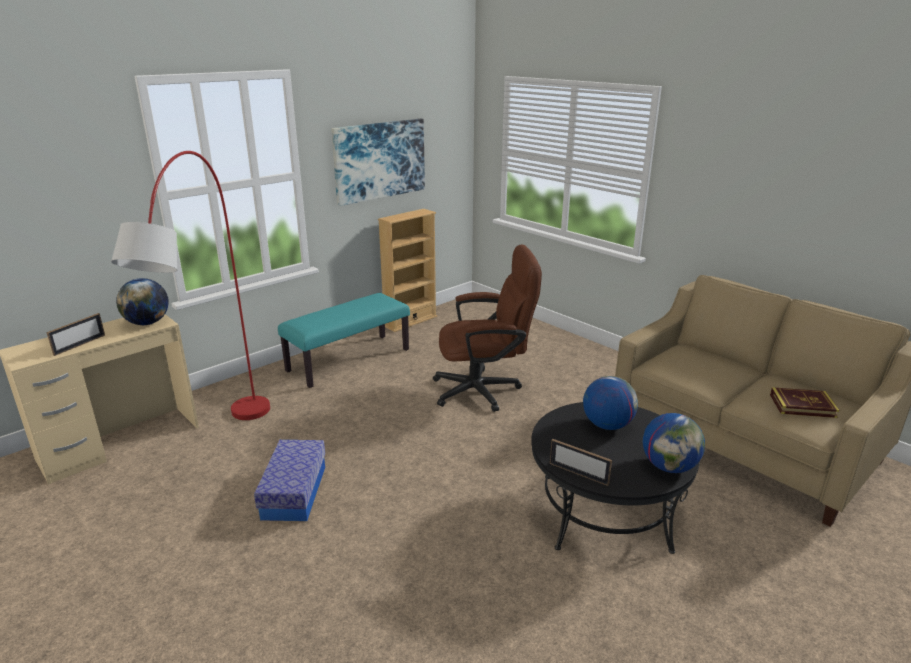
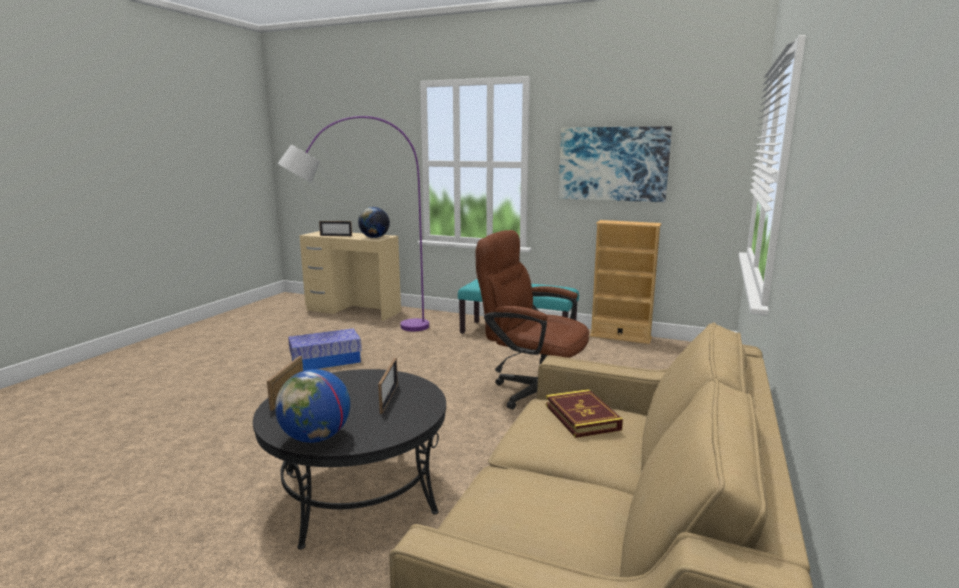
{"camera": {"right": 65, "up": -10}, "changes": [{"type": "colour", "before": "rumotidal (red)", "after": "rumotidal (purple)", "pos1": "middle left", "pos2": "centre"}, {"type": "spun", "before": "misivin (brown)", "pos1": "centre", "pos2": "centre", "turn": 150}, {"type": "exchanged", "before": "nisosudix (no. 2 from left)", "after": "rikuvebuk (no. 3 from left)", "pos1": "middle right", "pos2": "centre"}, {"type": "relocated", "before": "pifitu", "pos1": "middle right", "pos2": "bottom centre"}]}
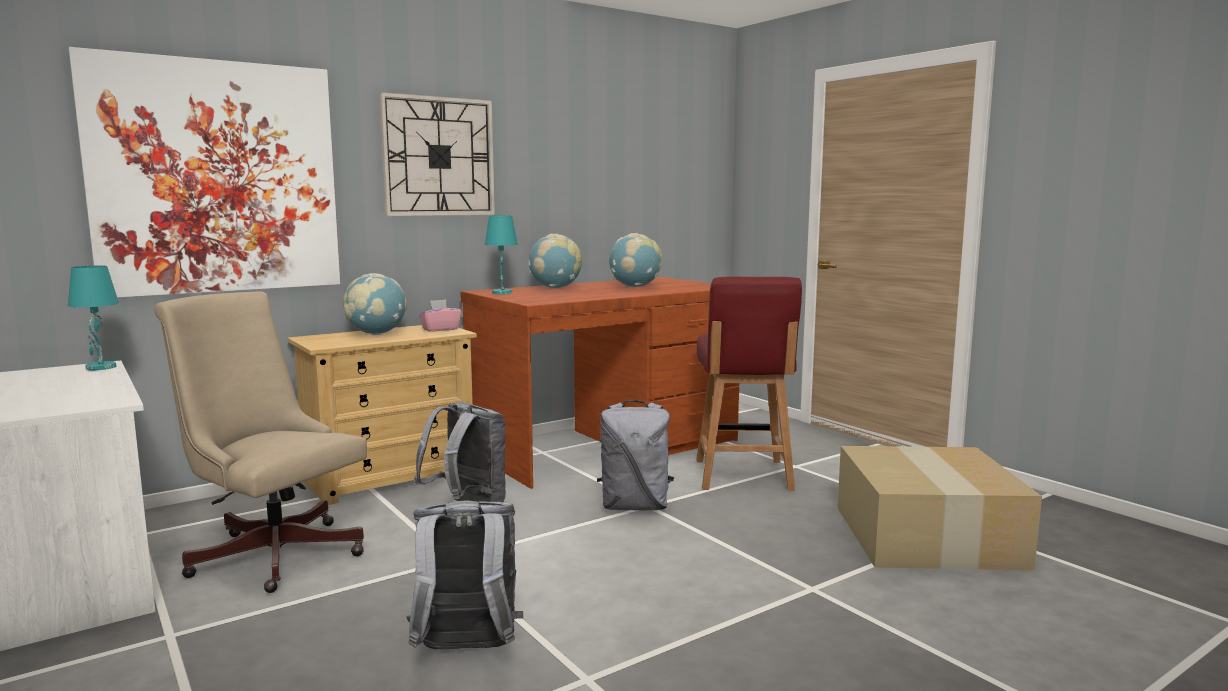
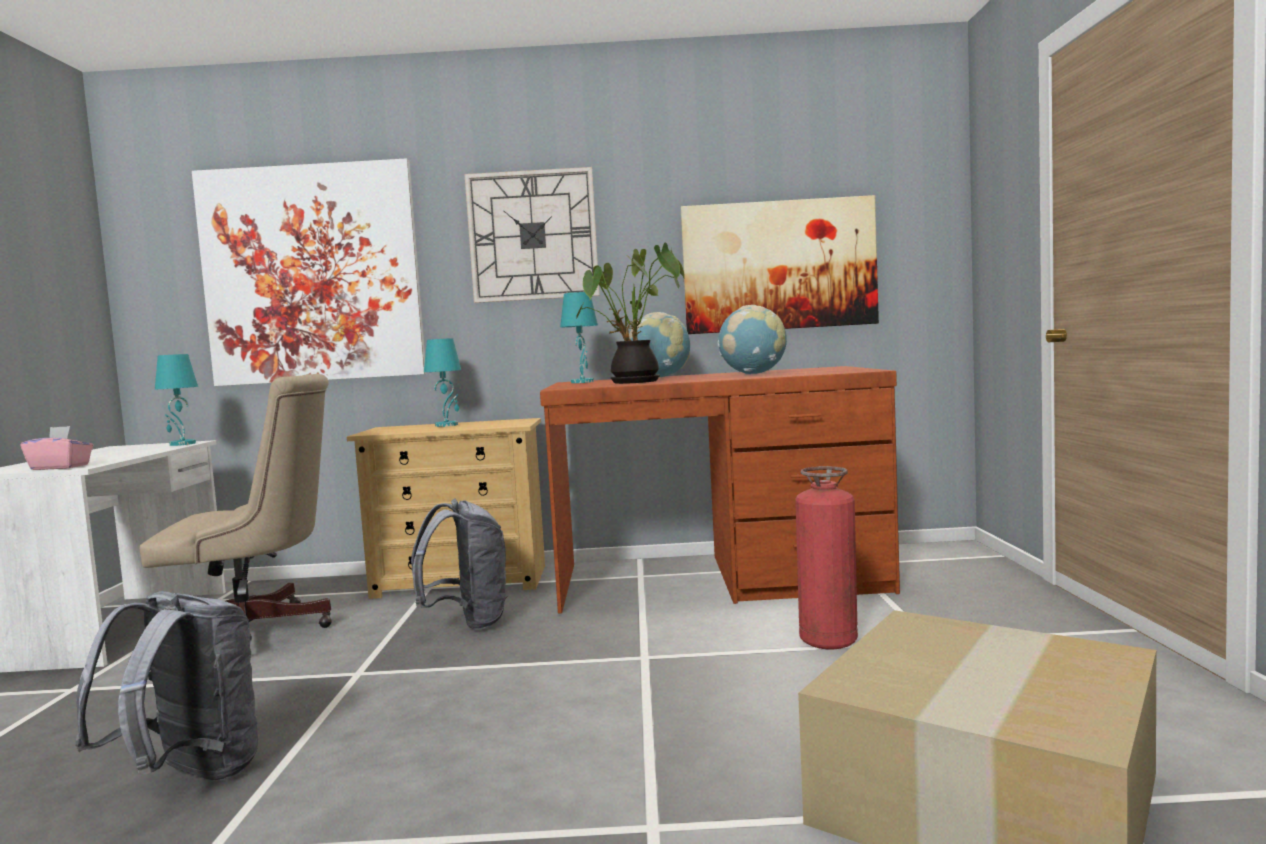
{"camera": {"right": 35, "up": -5}, "changes": [{"type": "exchanged", "before": "nisosudix (no. 1 from left)", "after": "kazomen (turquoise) (no. 2 from left)", "pos1": "middle left", "pos2": "centre"}, {"type": "exchanged", "before": "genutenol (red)", "after": "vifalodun", "pos1": "centre", "pos2": "centre"}, {"type": "spun", "before": "misivin (beige)", "pos1": "middle left", "pos2": "middle left", "turn": 105}, {"type": "relocated", "before": "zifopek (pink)", "pos1": "centre", "pos2": "middle left"}, {"type": "missing", "before": "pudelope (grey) (no. 3 from left)", "pos1": "centre"}, {"type": "appeared", "after": "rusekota (no. 2 from left)", "pos2": "top centre"}, {"type": "appeared", "after": "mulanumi", "pos2": "centre"}]}
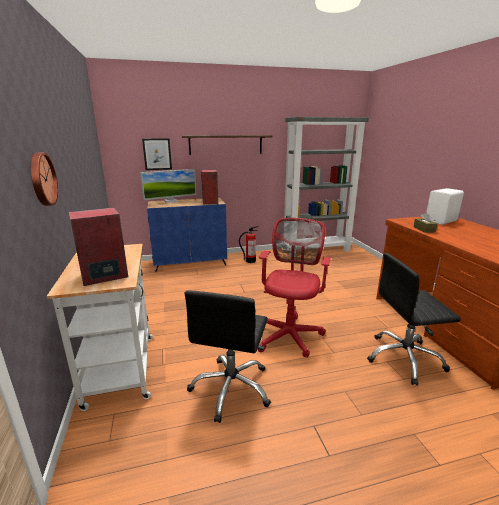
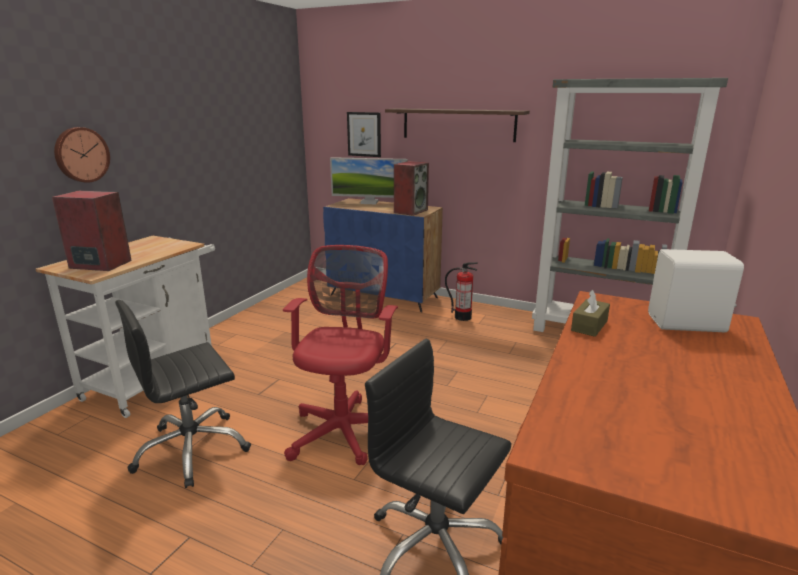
{"camera": {"right": 40, "up": 0}, "changes": [{"type": "spun", "before": "misivin (red)", "pos1": "centre", "pos2": "centre", "turn": -45}]}
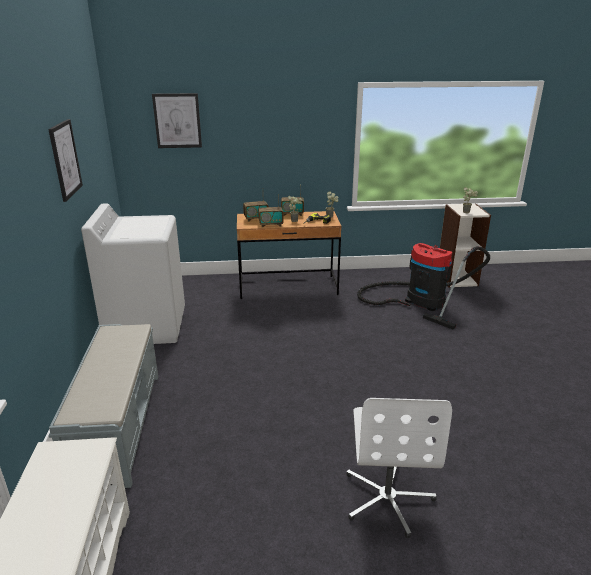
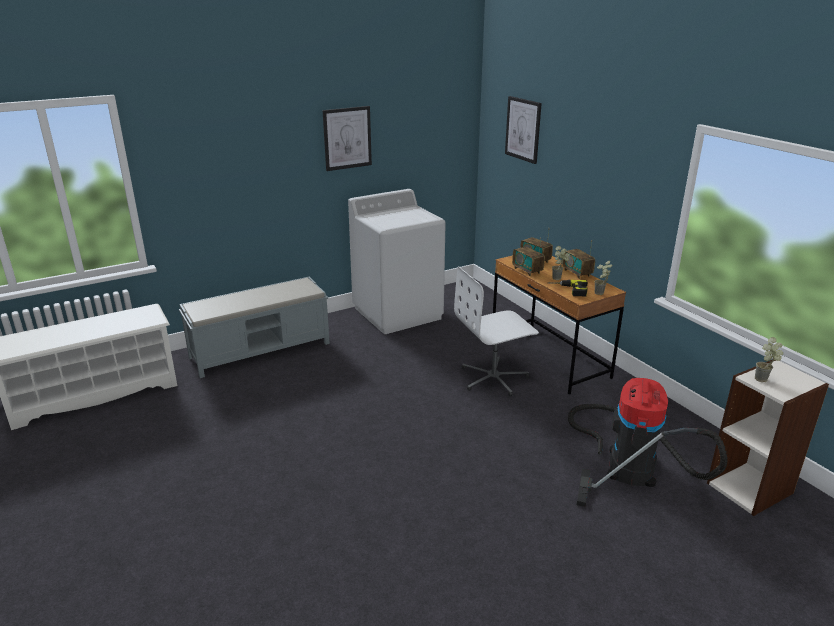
{"camera": {"right": 65, "up": 0}, "changes": [{"type": "relocated", "before": "misivin (white)", "pos1": "bottom right", "pos2": "centre"}]}
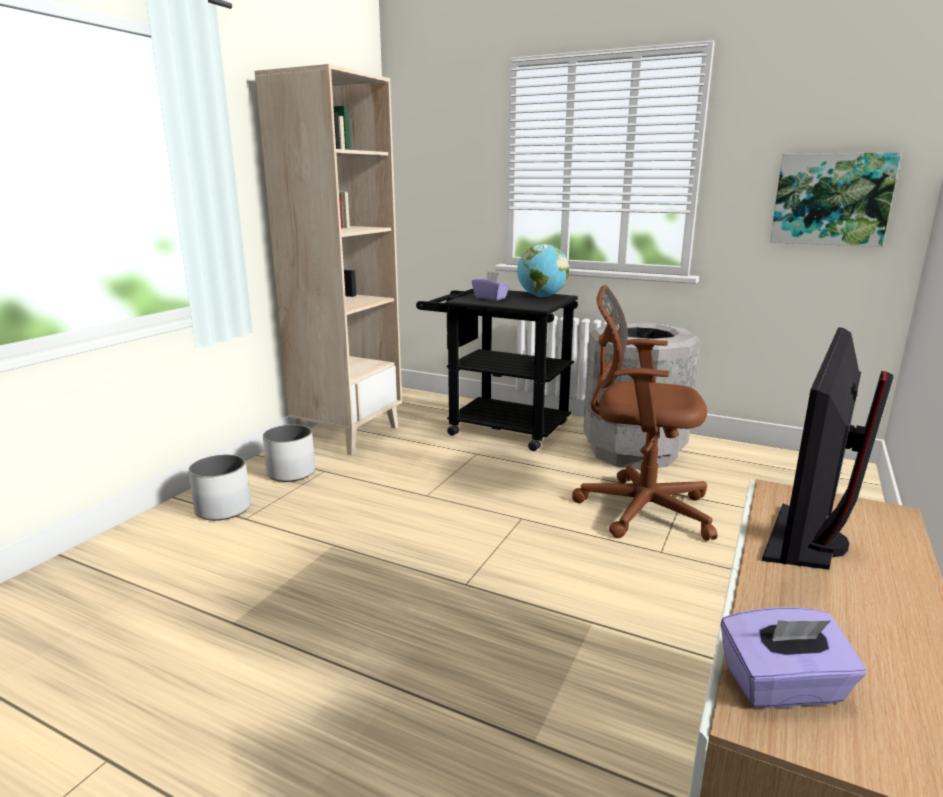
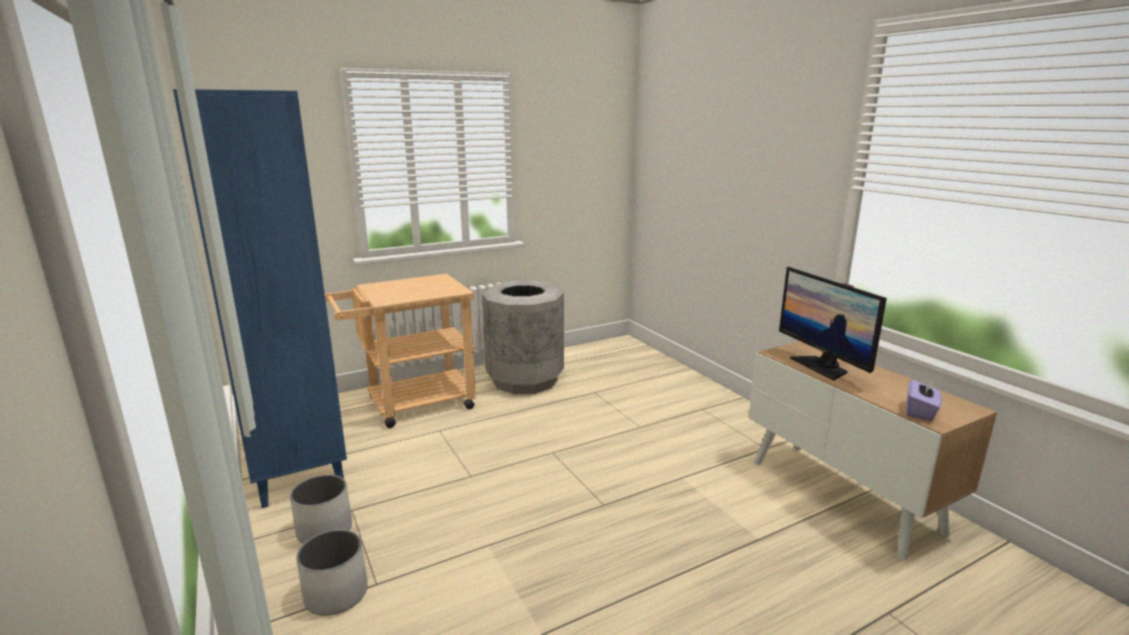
{"camera": {"right": -55, "up": 0}, "changes": [{"type": "colour", "before": "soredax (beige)", "after": "soredax (blue)", "pos1": "top centre", "pos2": "middle left"}, {"type": "missing", "before": "rusekota", "pos1": "top right"}, {"type": "missing", "before": "nisosudix", "pos1": "centre"}, {"type": "missing", "before": "zifopek (purple) (no. 1 from left)", "pos1": "centre"}, {"type": "missing", "before": "misivin (brown)", "pos1": "middle right"}, {"type": "colour", "before": "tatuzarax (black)", "after": "tatuzarax (beige)", "pos1": "centre", "pos2": "centre"}]}
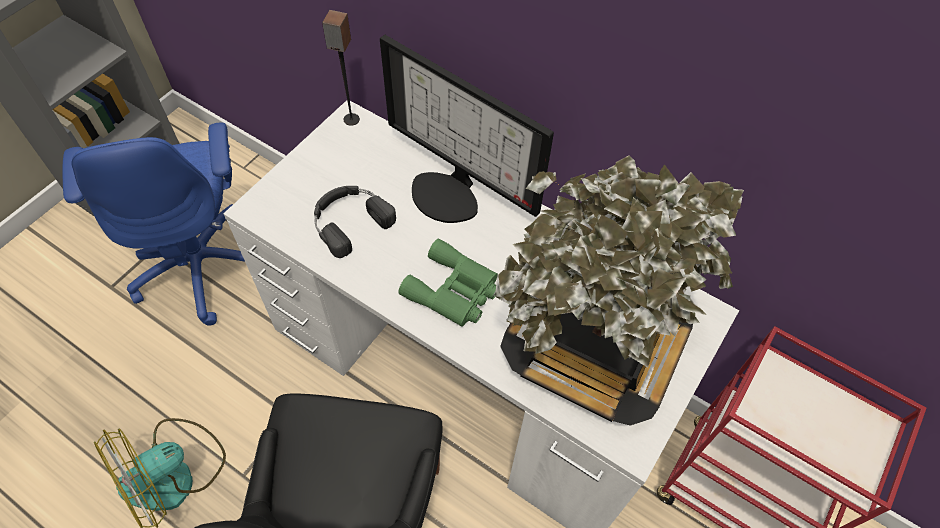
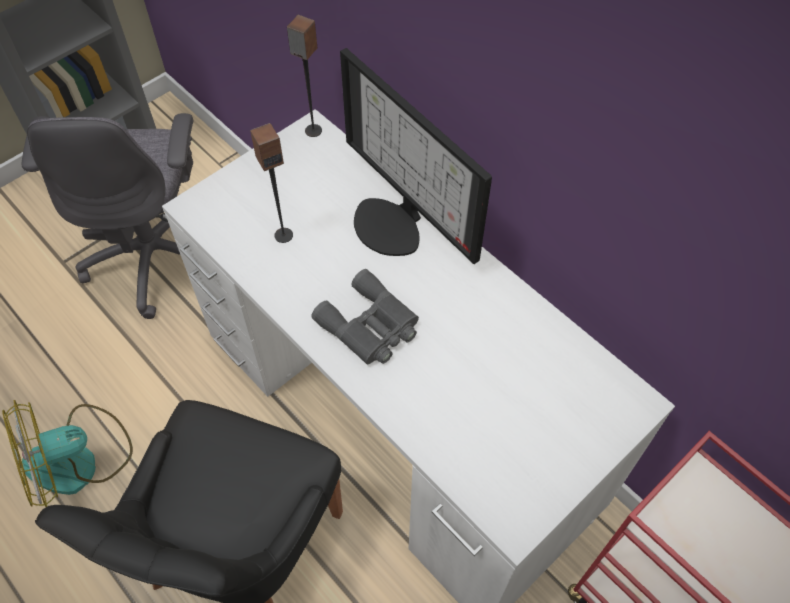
{"camera": {"right": 15, "up": 0}, "changes": [{"type": "colour", "before": "misivin (blue)", "after": "misivin (grey)", "pos1": "middle left", "pos2": "middle left"}, {"type": "missing", "before": "mulanumi", "pos1": "centre"}, {"type": "exchanged", "before": "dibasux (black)", "after": "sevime (no. 1 from left)", "pos1": "centre", "pos2": "top centre"}, {"type": "colour", "before": "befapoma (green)", "after": "befapoma (grey)", "pos1": "centre", "pos2": "centre"}]}
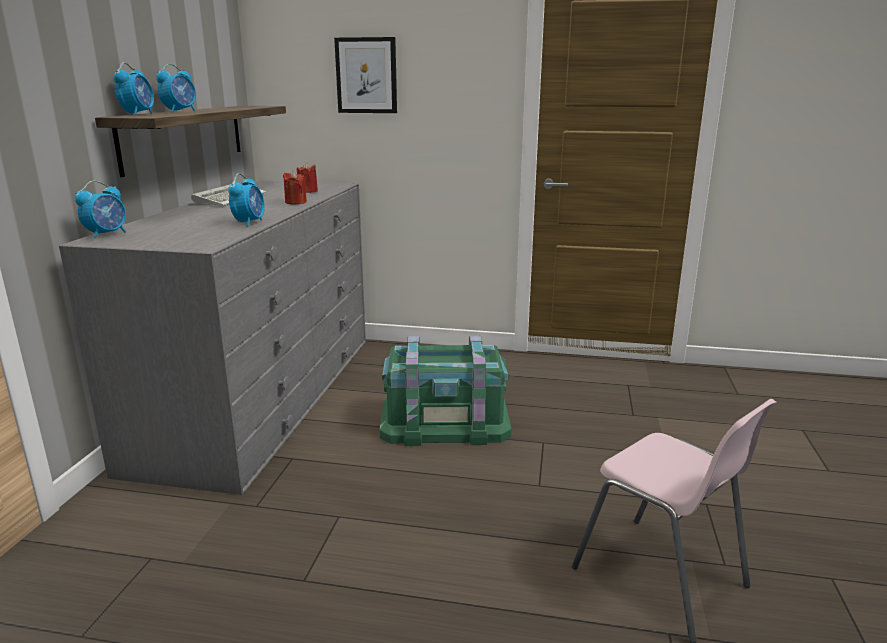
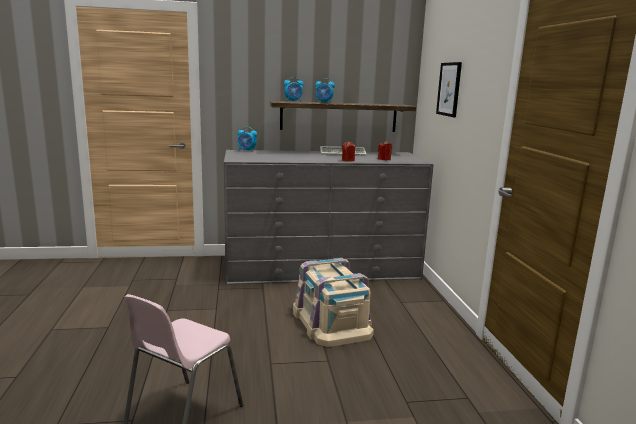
{"camera": {"right": 70, "up": -5}, "changes": [{"type": "missing", "before": "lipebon (no. 4 from left)", "pos1": "top left"}, {"type": "colour", "before": "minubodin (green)", "after": "minubodin (beige)", "pos1": "centre", "pos2": "bottom centre"}]}
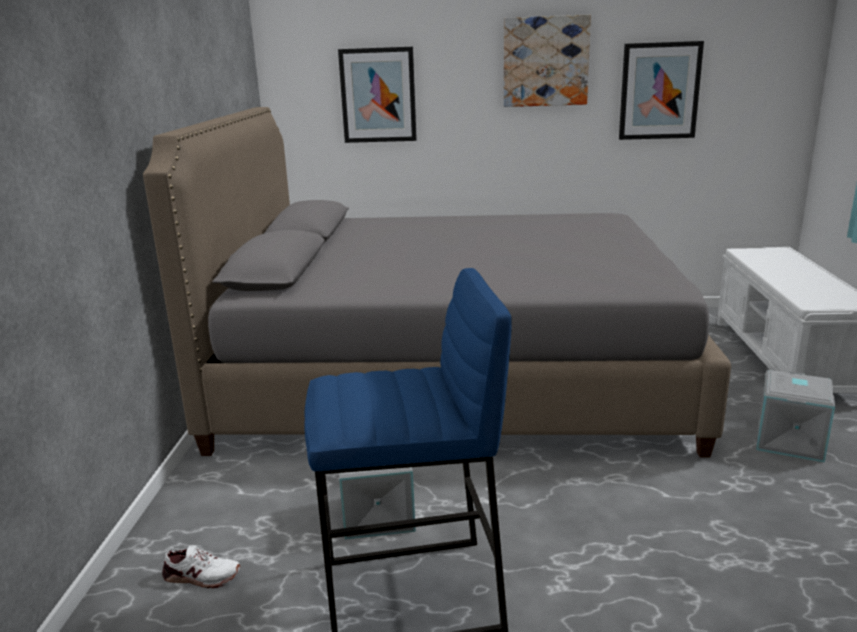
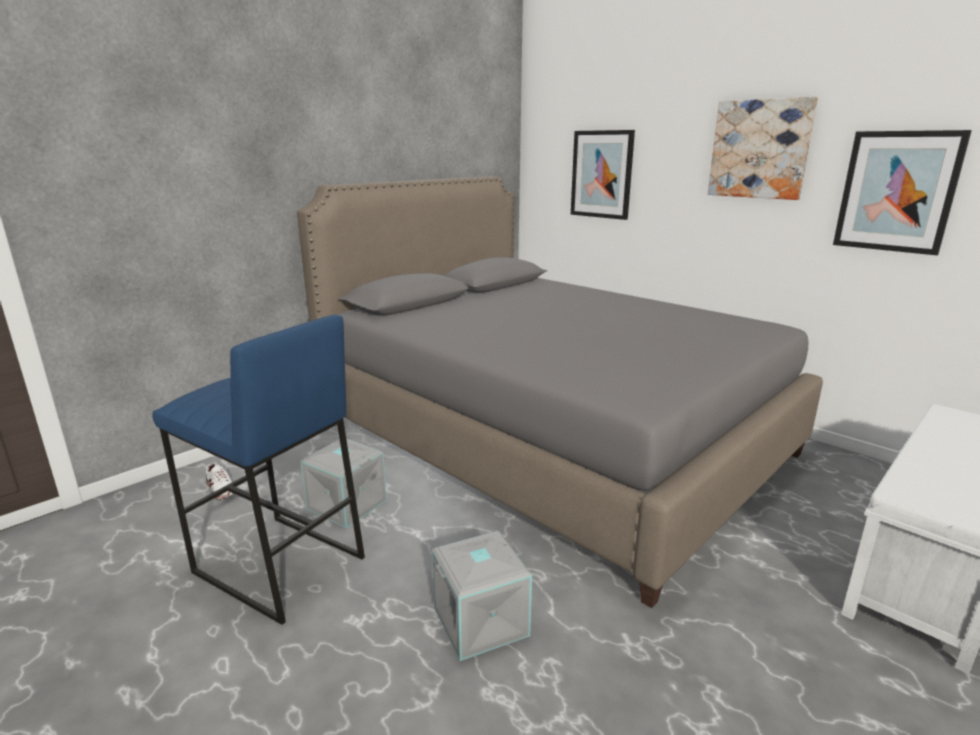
{"camera": {"right": 40, "up": 0}, "changes": [{"type": "relocated", "before": "minubodin (grey) (no. 2 from left)", "pos1": "middle right", "pos2": "bottom centre"}]}
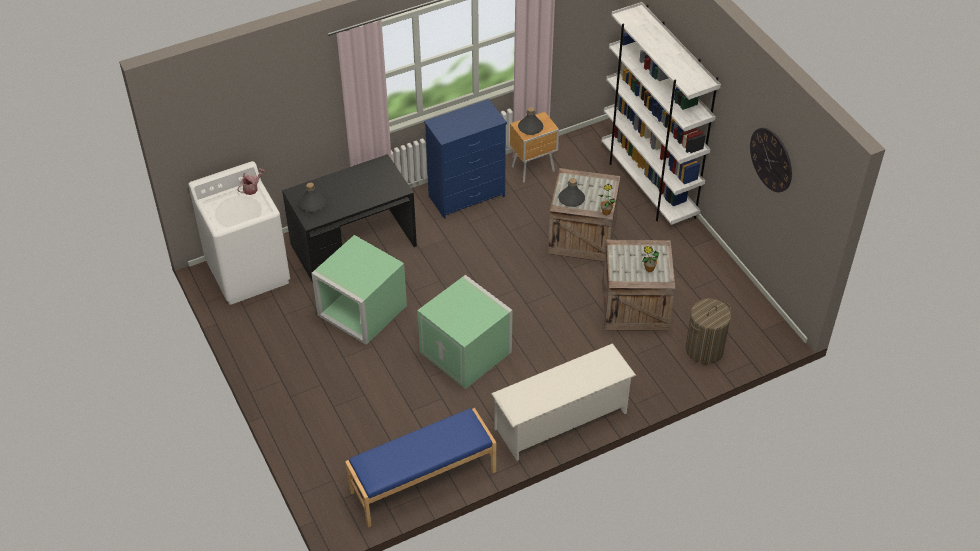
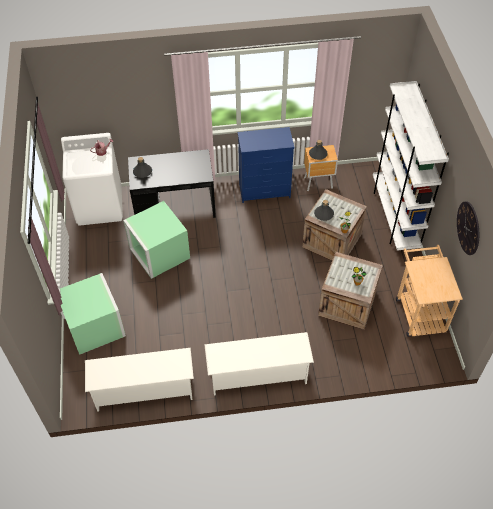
{"camera": {"right": 20, "up": 5}, "changes": [{"type": "relocated", "before": "minubodin (green) (no. 2 from left in the first image)", "after": "minubodin (green) (no. 1 from left)", "pos1": "centre", "pos2": "middle left"}, {"type": "missing", "before": "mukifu", "pos1": "middle right"}, {"type": "exchanged", "before": "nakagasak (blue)", "after": "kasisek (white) (no. 1 from left)", "pos1": "bottom centre", "pos2": "bottom left"}, {"type": "appeared", "after": "tatuzarax (beige)", "pos2": "middle right"}]}
